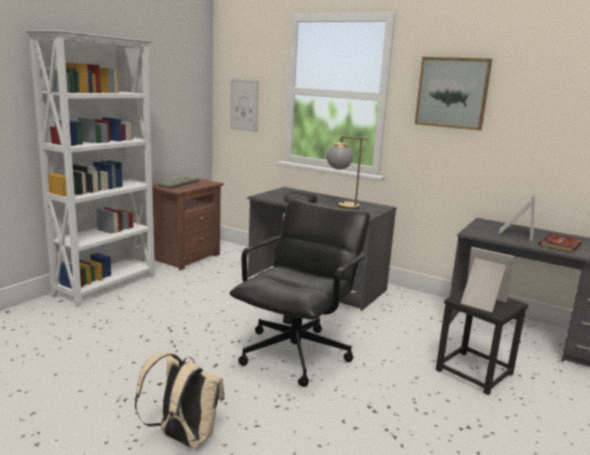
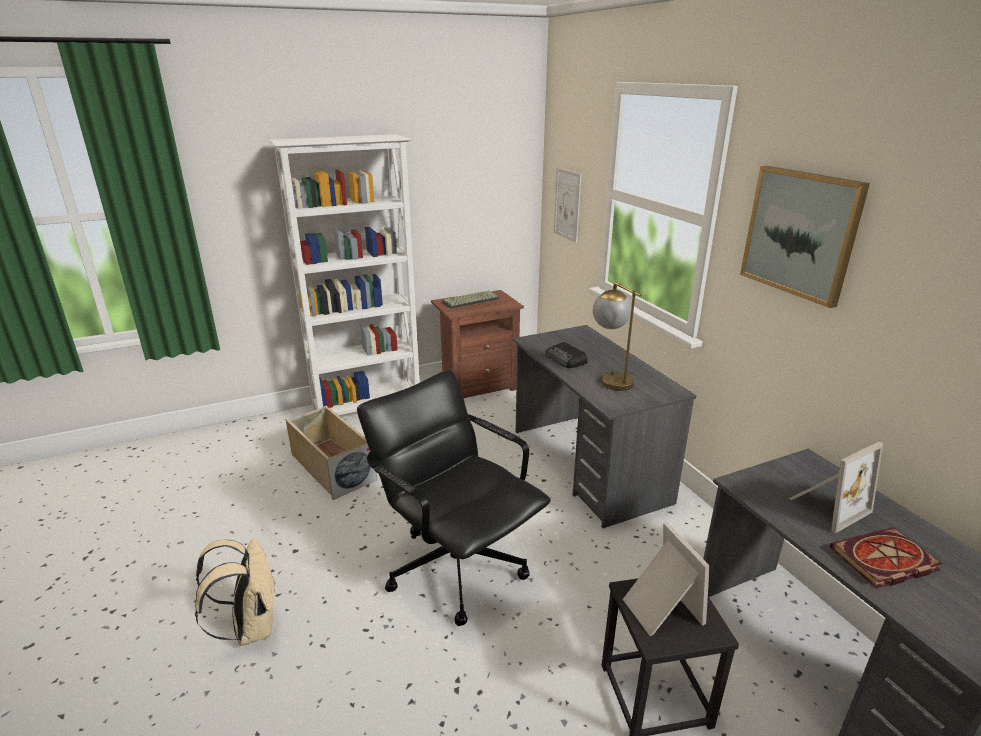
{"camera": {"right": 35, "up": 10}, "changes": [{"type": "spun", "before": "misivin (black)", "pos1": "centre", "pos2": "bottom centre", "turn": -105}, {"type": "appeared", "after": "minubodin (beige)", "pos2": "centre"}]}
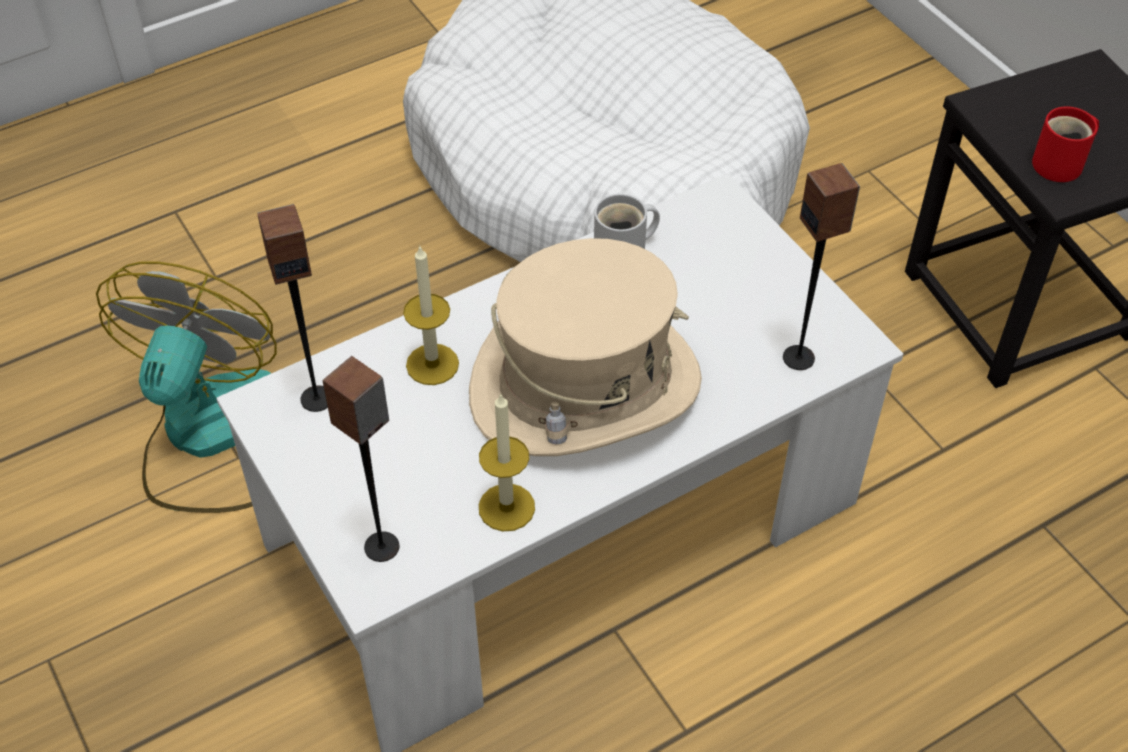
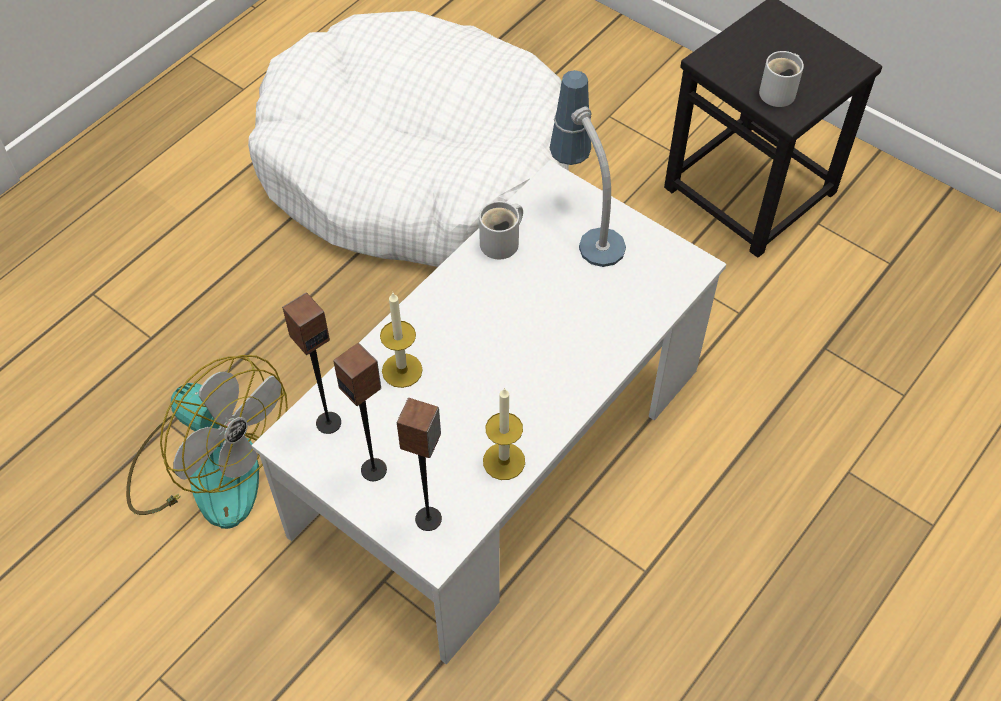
{"camera": {"right": -20, "up": 5}, "changes": [{"type": "colour", "before": "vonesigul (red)", "after": "vonesigul (white) (no. 2 from left)", "pos1": "top right", "pos2": "top right"}, {"type": "relocated", "before": "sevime (no. 3 from left in the first image)", "after": "sevime (no. 2 from left)", "pos1": "middle right", "pos2": "centre"}, {"type": "missing", "before": "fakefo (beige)", "pos1": "centre"}, {"type": "spun", "before": "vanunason", "pos1": "middle left", "pos2": "middle left", "turn": 135}, {"type": "appeared", "after": "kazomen", "pos2": "top centre"}]}
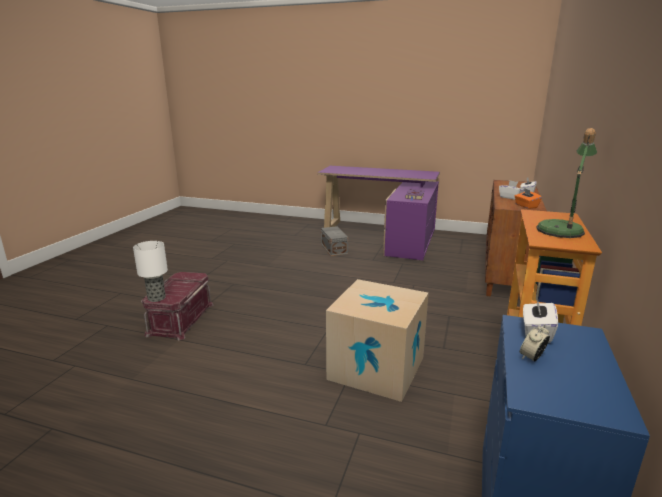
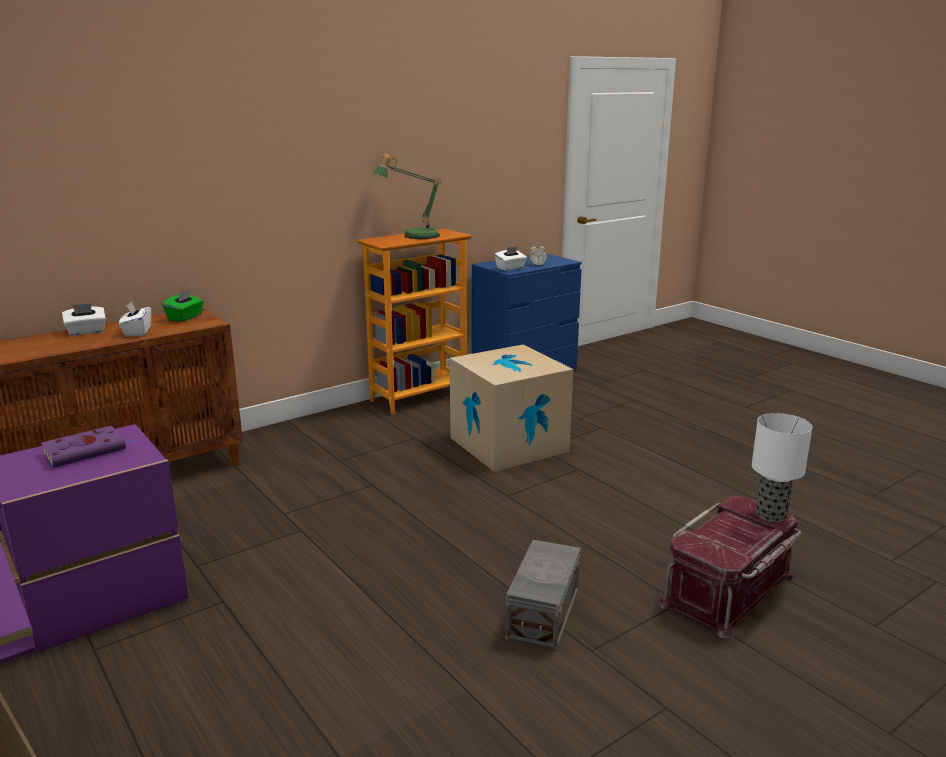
{"camera": {"right": -145, "up": 0}, "changes": [{"type": "colour", "before": "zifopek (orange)", "after": "zifopek (green)", "pos1": "middle right", "pos2": "middle left"}, {"type": "relocated", "before": "minubodin (grey)", "pos1": "centre", "pos2": "bottom centre"}]}
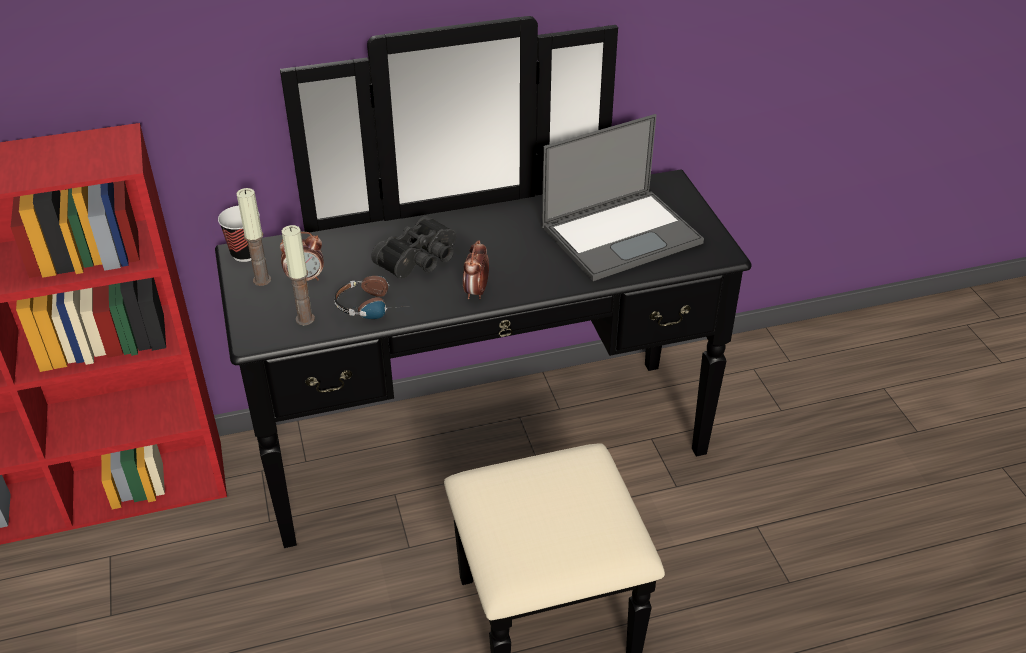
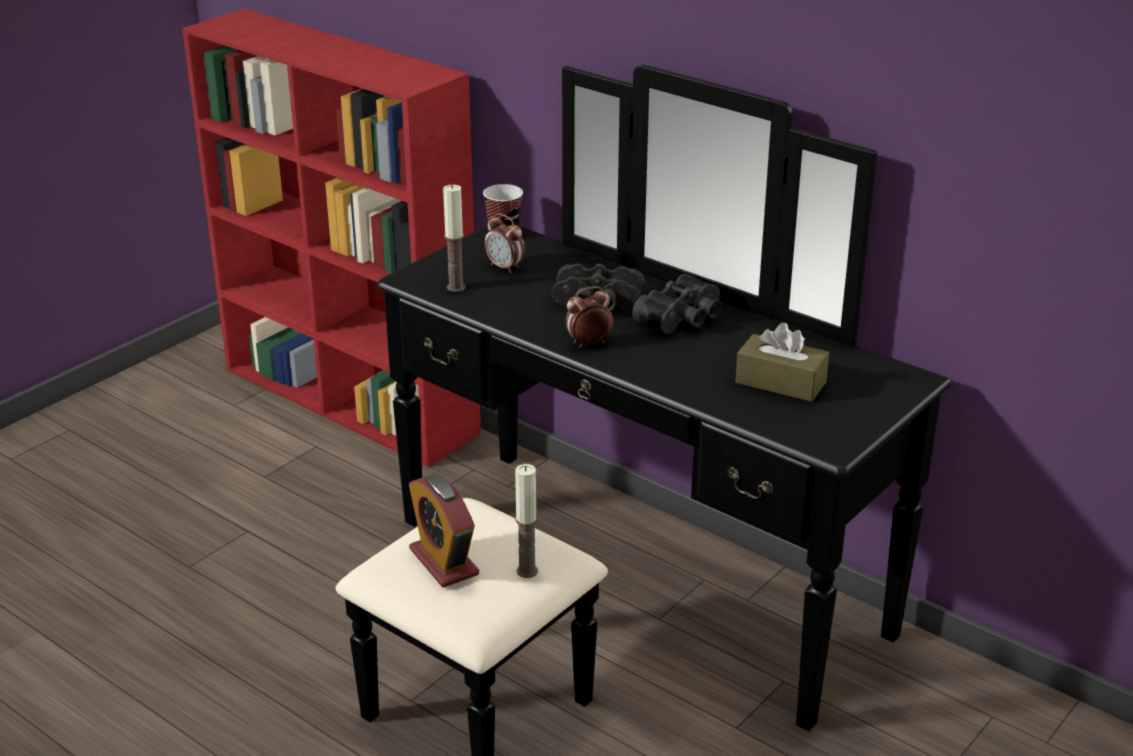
{"camera": {"right": 55, "up": -10}, "changes": [{"type": "exchanged", "before": "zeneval", "after": "zifopek (brown)", "pos1": "top centre", "pos2": "middle right"}, {"type": "relocated", "before": "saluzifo (no. 1 from left in the first image)", "after": "saluzifo (no. 2 from left)", "pos1": "middle left", "pos2": "bottom centre"}, {"type": "missing", "before": "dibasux", "pos1": "centre"}, {"type": "appeared", "after": "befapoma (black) (no. 2 from left)", "pos2": "centre"}, {"type": "appeared", "after": "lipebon (no. 1 from left)", "pos2": "bottom centre"}]}
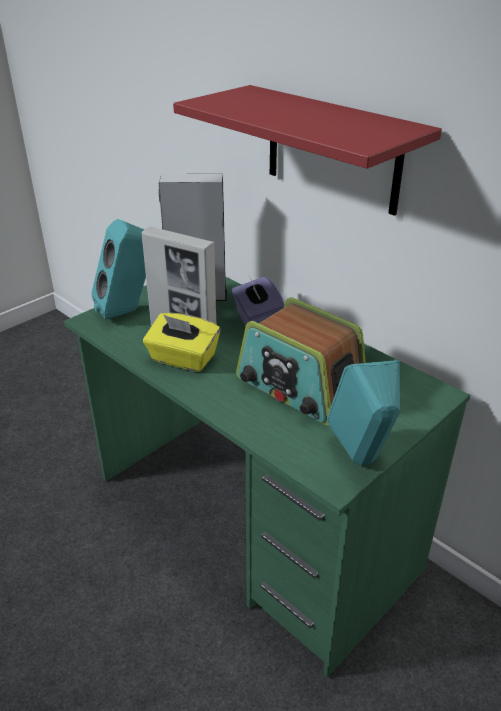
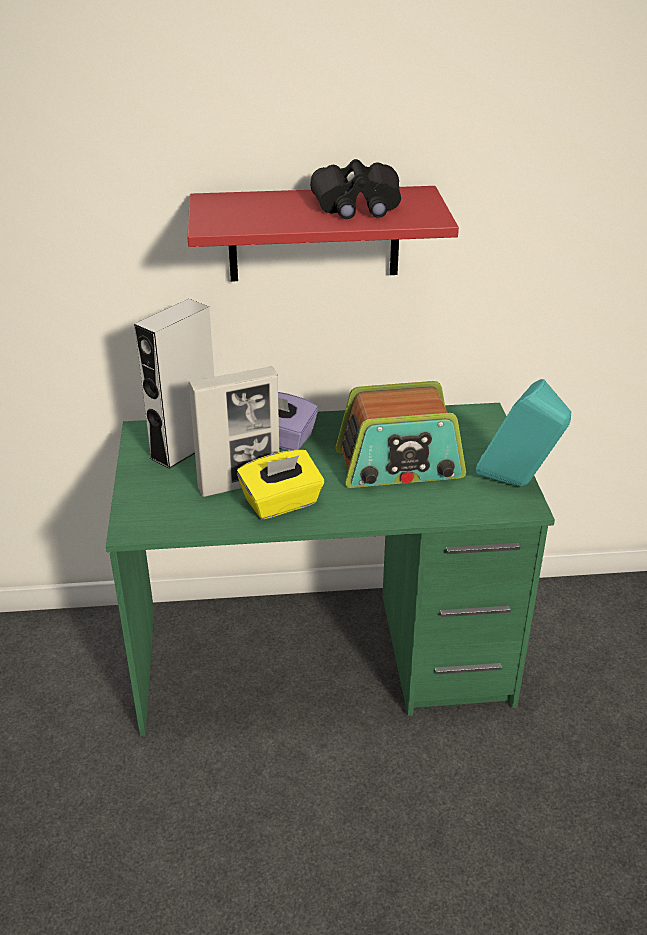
{"camera": {"right": -50, "up": 0}, "changes": [{"type": "missing", "before": "sevime (turquoise) (no. 1 from left)", "pos1": "middle left"}, {"type": "appeared", "after": "befapoma (black)", "pos2": "top centre"}]}
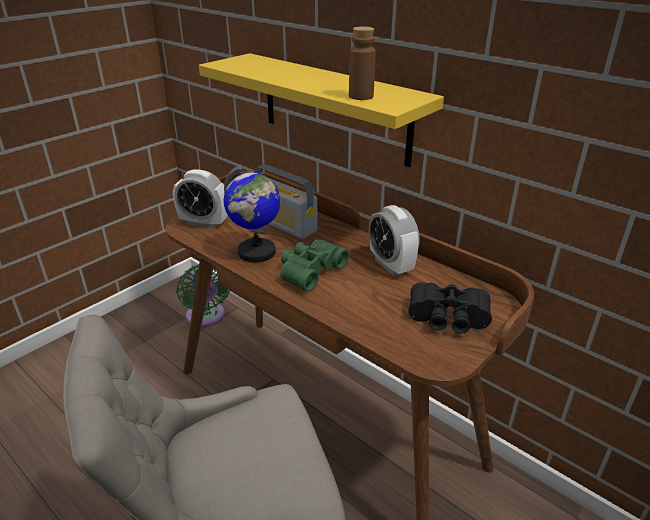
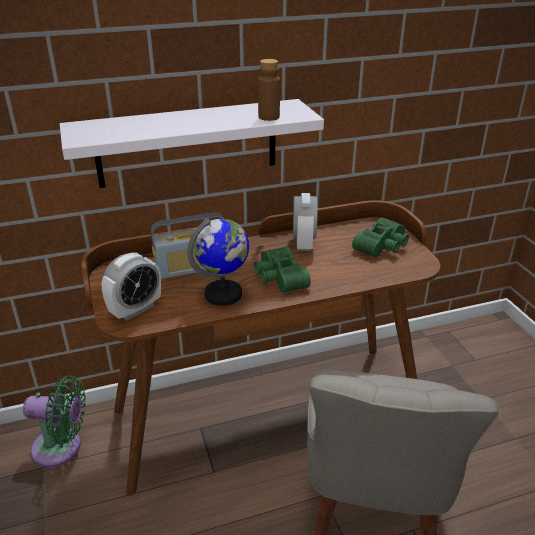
{"camera": {"right": -60, "up": 0}, "changes": [{"type": "colour", "before": "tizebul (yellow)", "after": "tizebul (white)", "pos1": "top centre", "pos2": "top centre"}, {"type": "spun", "before": "lipebon (no. 2 from left)", "pos1": "centre", "pos2": "centre", "turn": -90}, {"type": "colour", "before": "befapoma (black)", "after": "befapoma (green) (no. 2 from left)", "pos1": "middle right", "pos2": "middle right"}]}
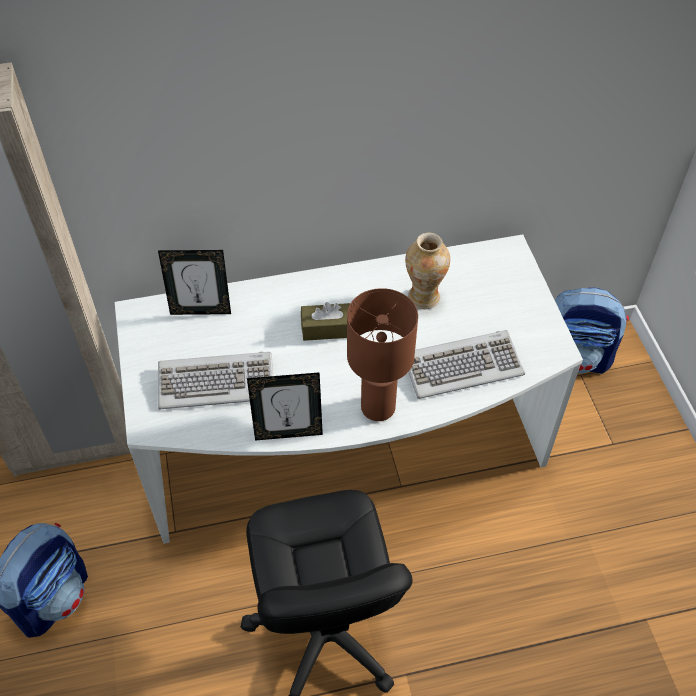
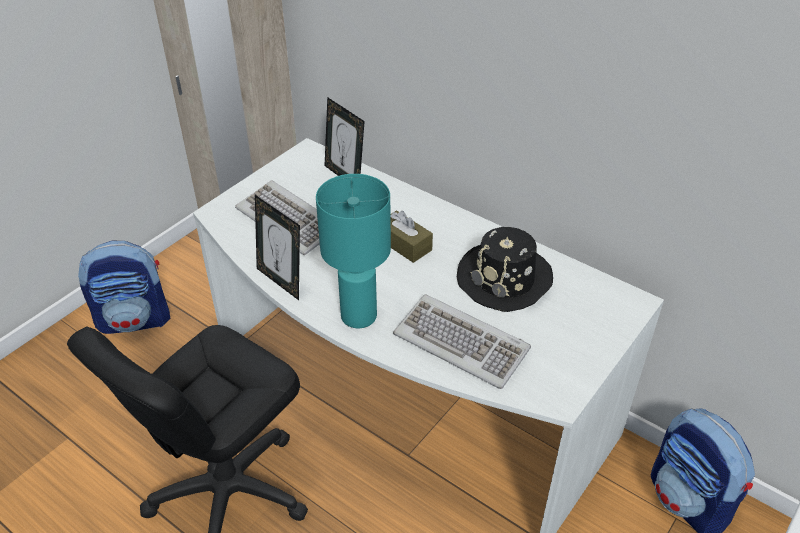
{"camera": {"right": 50, "up": -10}, "changes": [{"type": "exchanged", "before": "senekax", "after": "fakefo (black)", "pos1": "centre", "pos2": "centre"}, {"type": "colour", "before": "kazomen (brown)", "after": "kazomen (turquoise)", "pos1": "centre", "pos2": "centre"}]}
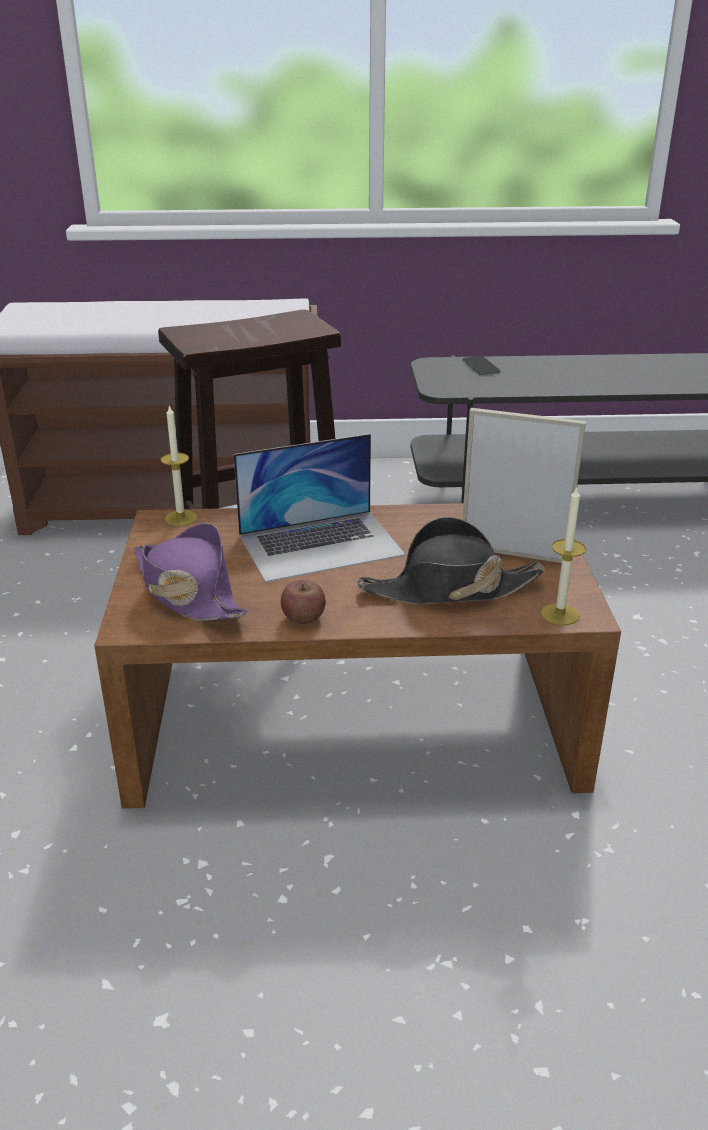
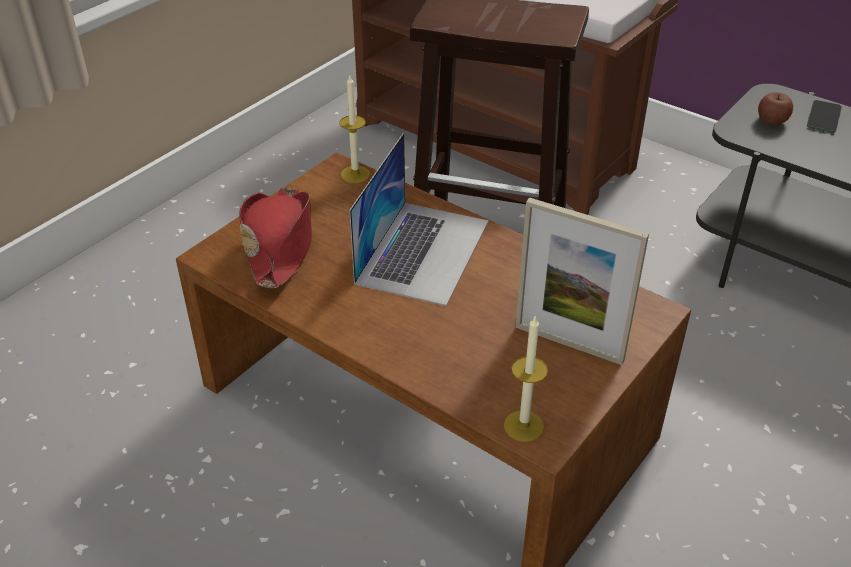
{"camera": {"right": 40, "up": 10}, "changes": [{"type": "spun", "before": "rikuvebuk", "pos1": "middle right", "pos2": "middle right", "turn": 150}, {"type": "spun", "before": "zeneval", "pos1": "centre", "pos2": "centre", "turn": -90}, {"type": "missing", "before": "fakefo (black)", "pos1": "centre"}, {"type": "colour", "before": "fakefo (purple)", "after": "fakefo (red)", "pos1": "middle left", "pos2": "middle left"}, {"type": "relocated", "before": "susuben", "pos1": "centre", "pos2": "top right"}]}
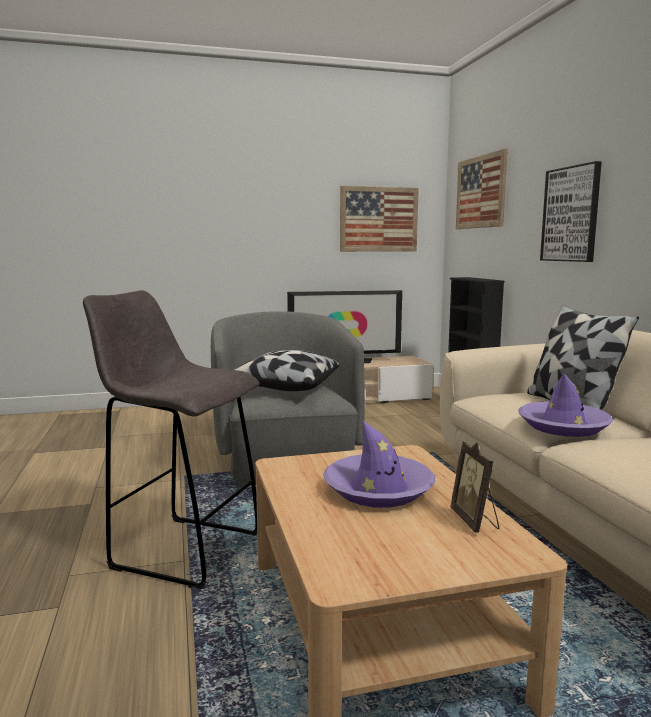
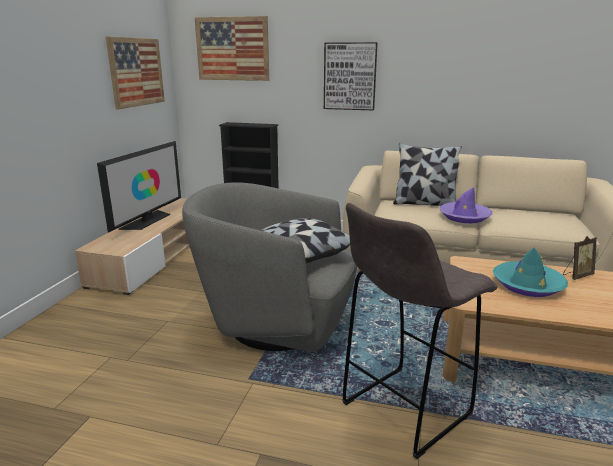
{"camera": {"right": -60, "up": 10}, "changes": [{"type": "colour", "before": "fakefo (purple) (no. 1 from left)", "after": "fakefo (turquoise)", "pos1": "centre", "pos2": "middle right"}, {"type": "spun", "before": "rikuvebuk", "pos1": "bottom right", "pos2": "middle right", "turn": -45}]}
